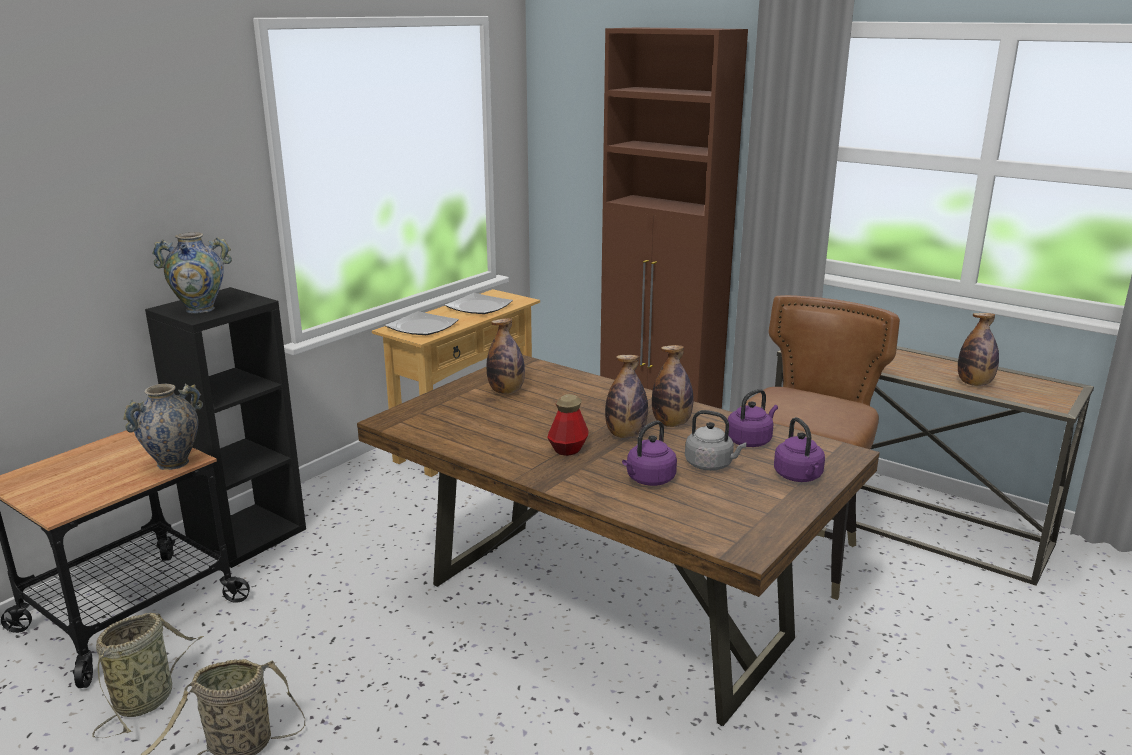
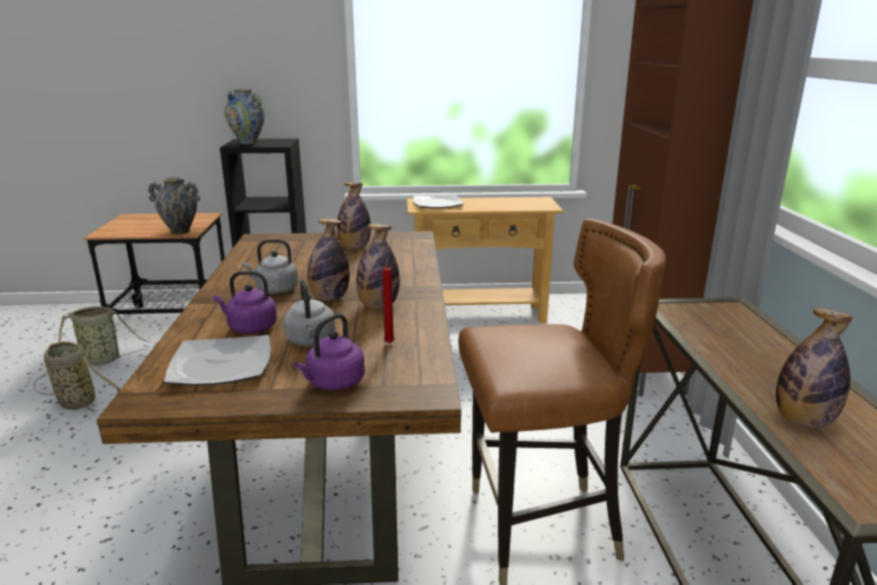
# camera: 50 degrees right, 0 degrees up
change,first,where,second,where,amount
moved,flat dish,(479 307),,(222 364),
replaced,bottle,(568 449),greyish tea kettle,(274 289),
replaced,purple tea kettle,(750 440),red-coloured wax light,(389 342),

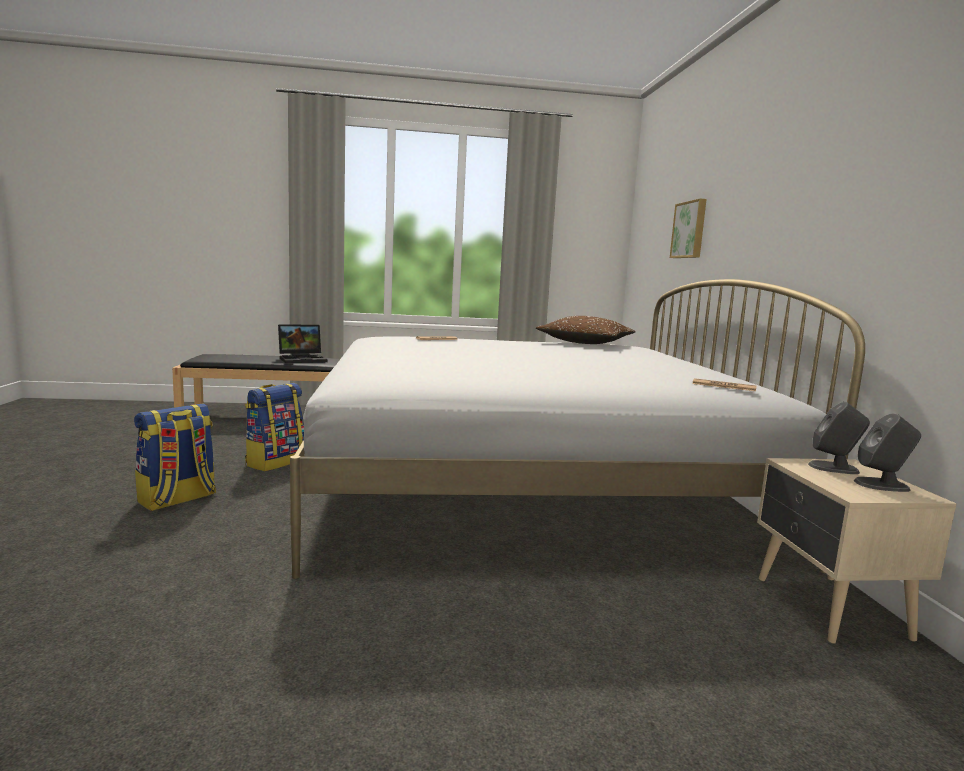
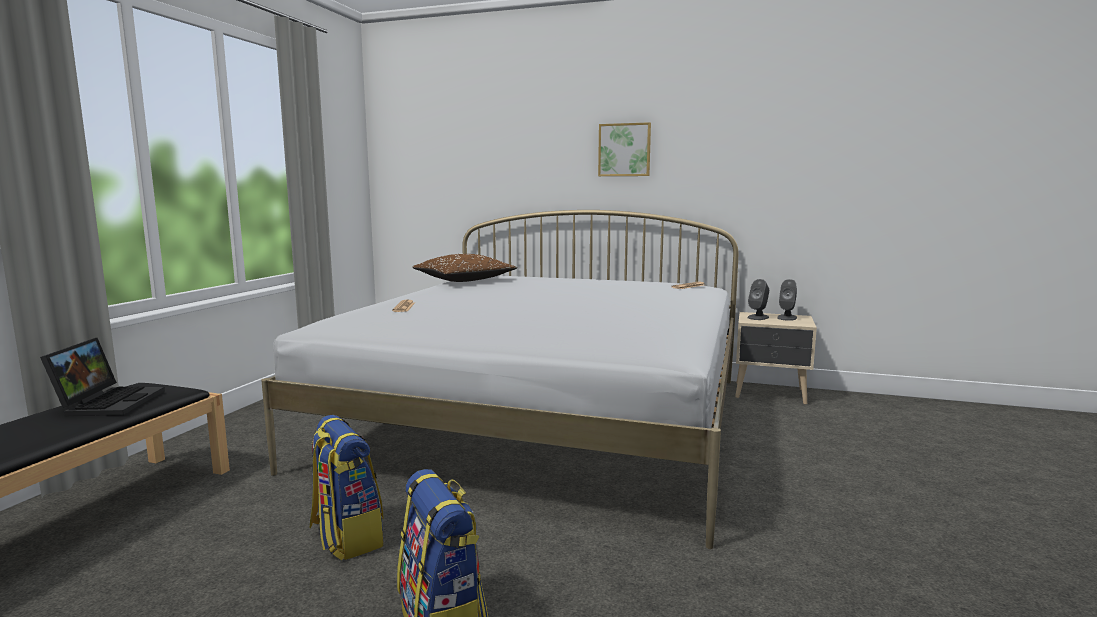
# camera: 65 degrees left, 0 degrees up
change,first,where,second,where,amount
moved,wall picture,(690 230),,(624 150),

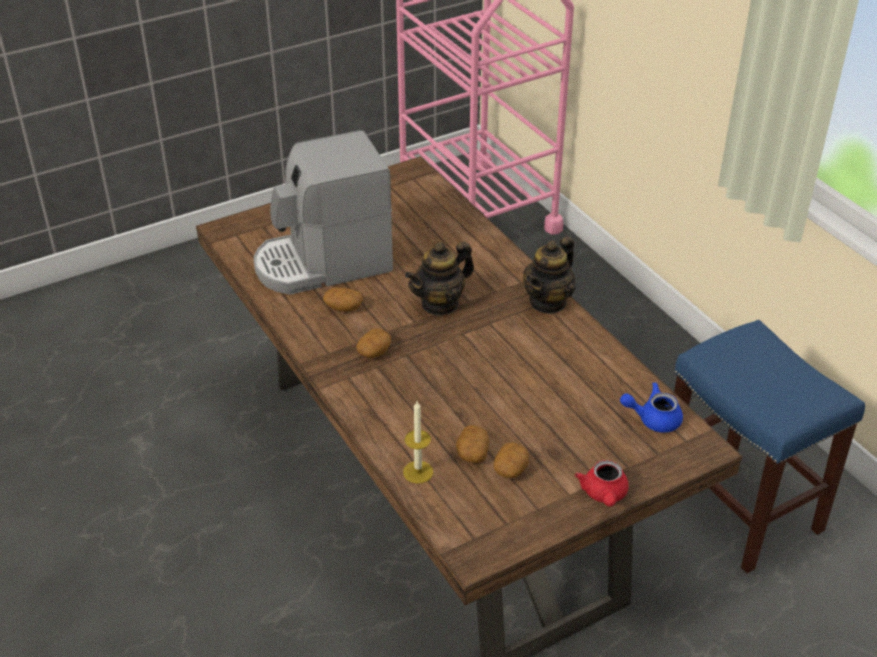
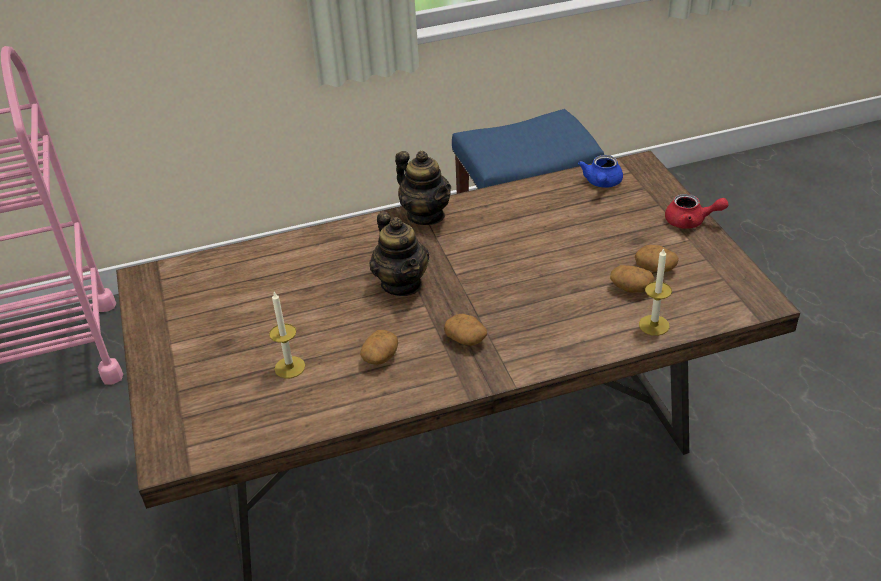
# camera: 75 degrees left, 0 degrees up
change,first,where,second,where,amount
replaced,coffee maker,(323 264),wax light,(290 367),

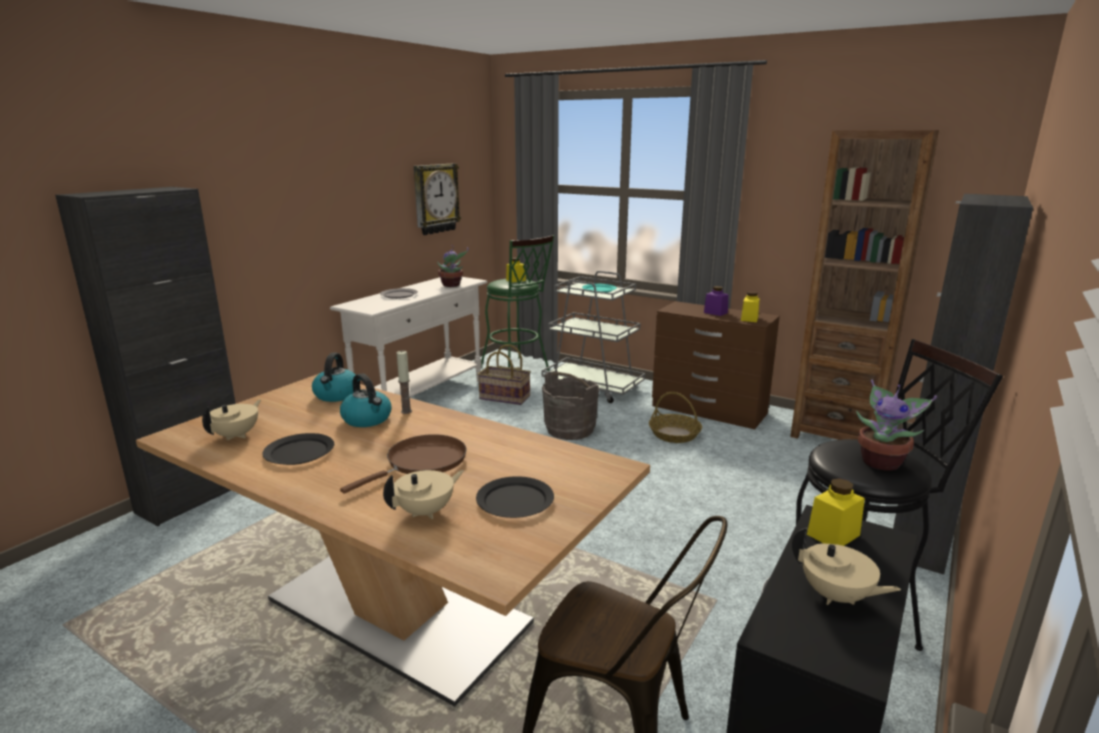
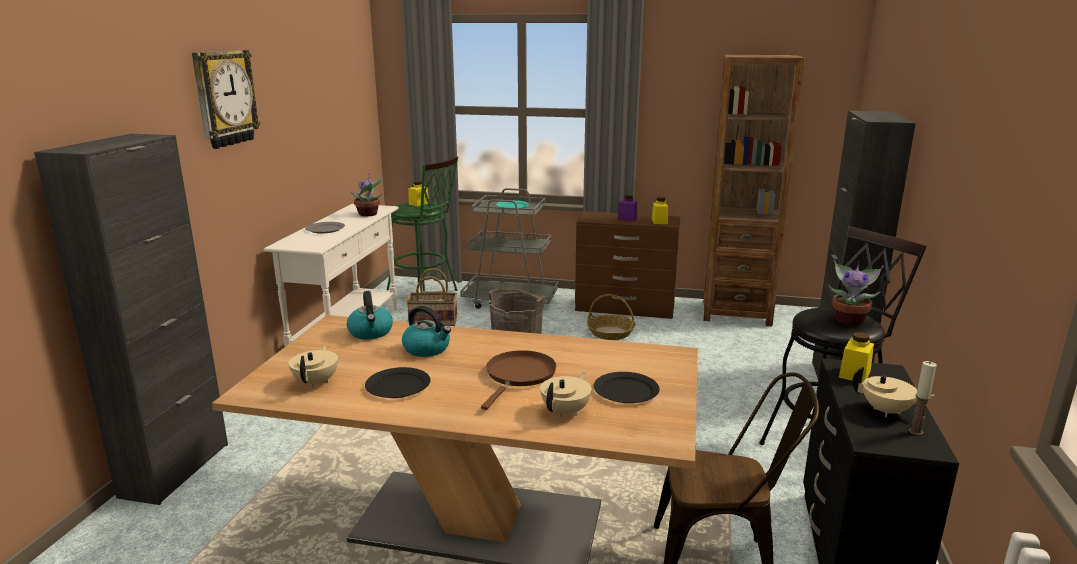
# camera: 20 degrees left, 0 degrees up
change,first,where,second,where,amount
moved,clock on the wall,(435 198),,(224 98),
moved,wax light,(406 411),,(915 431),

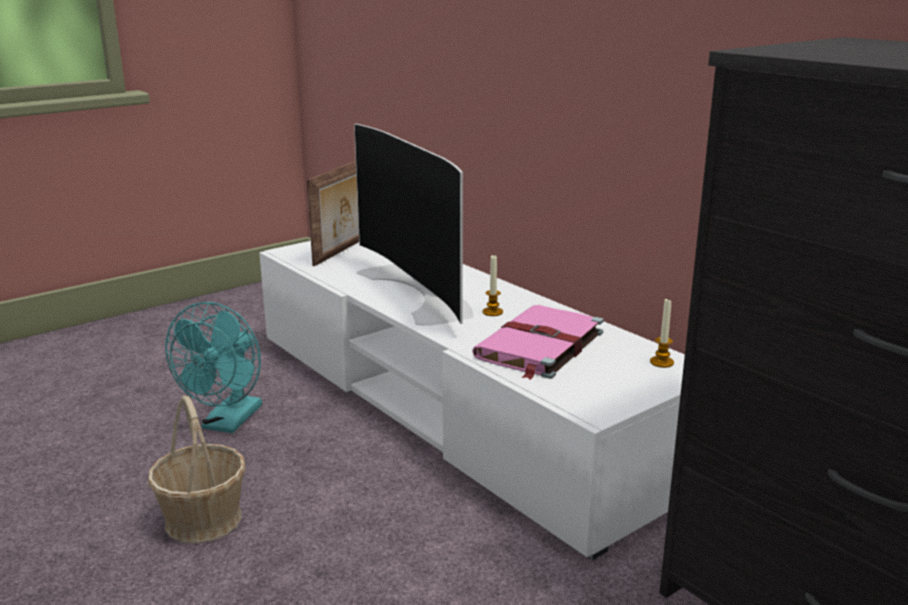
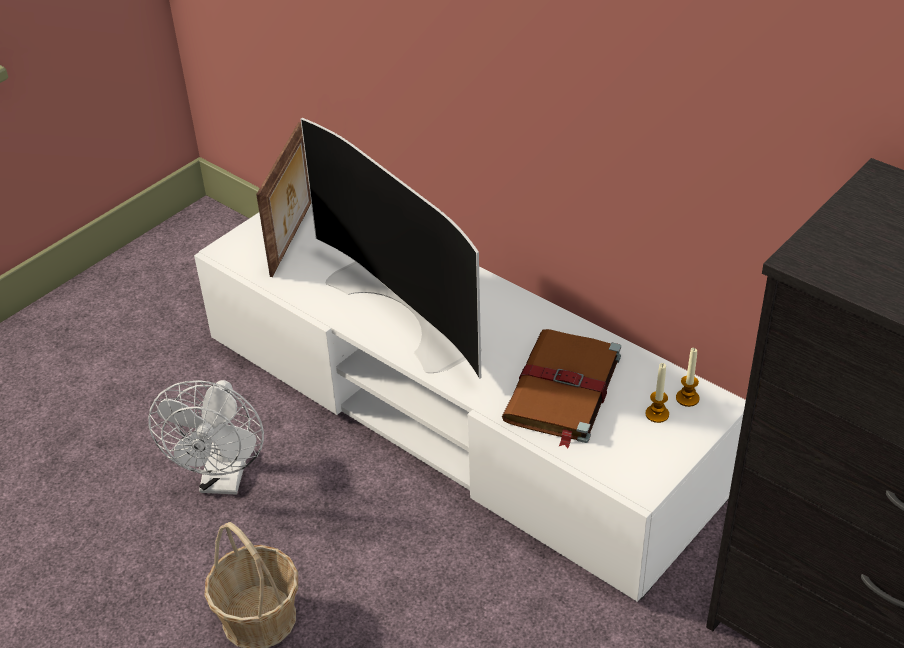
# camera: 10 degrees left, 20 degrees up
change,first,where,second,where,amount
recoloured,turquoise electric fan,(228 423),white electric fan,(224 479),
recoloured,pink volume,(539 346),brown volume,(562 390),
moved,wax light,(492 312),,(657 414),

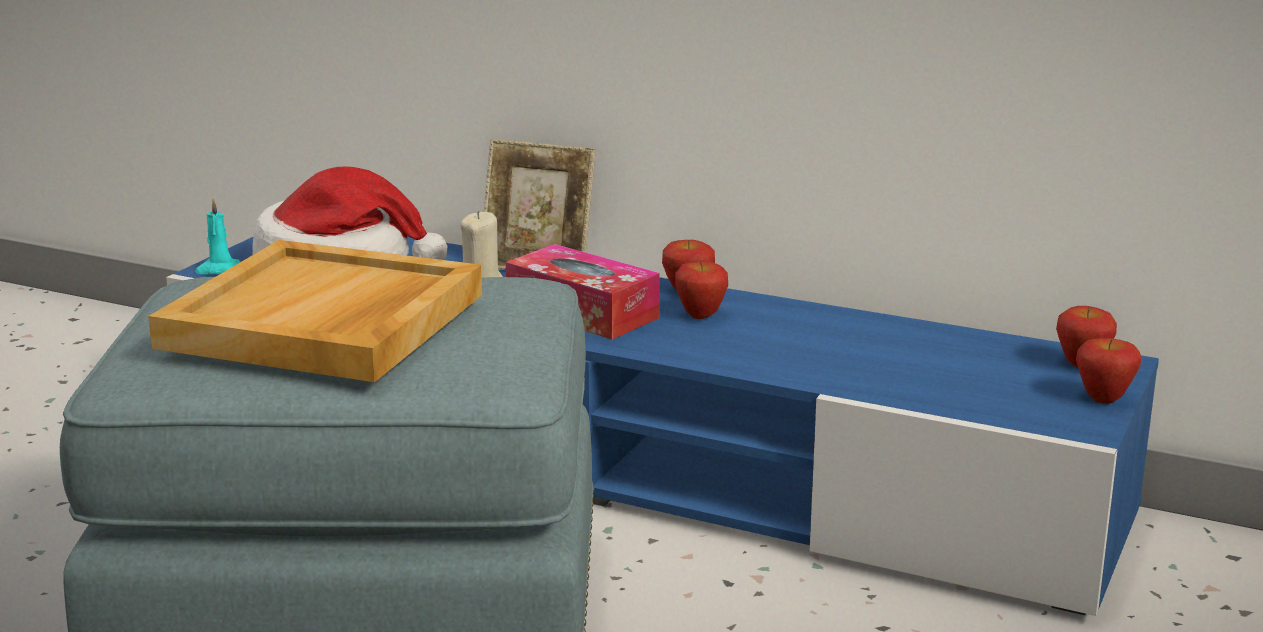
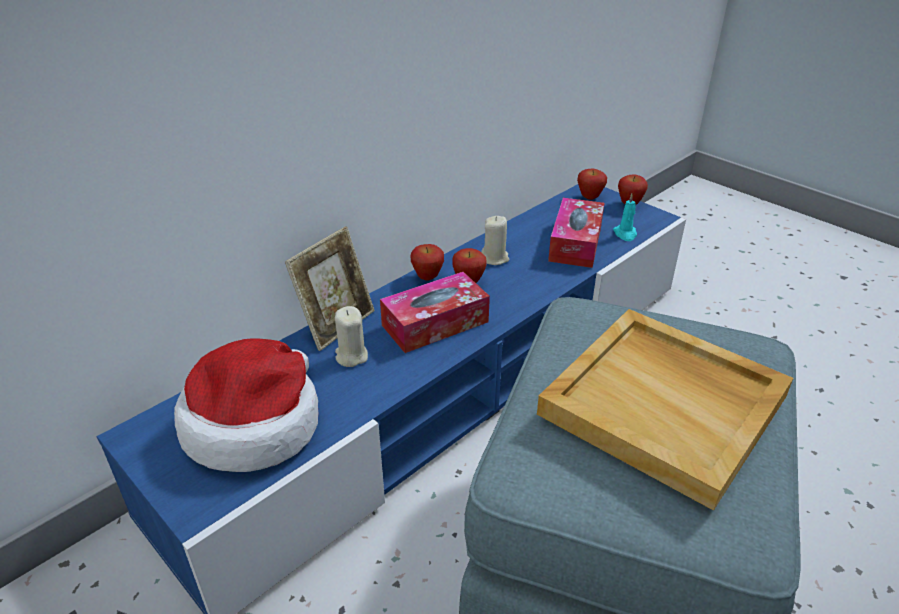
# camera: 70 degrees left, 15 degrees up
change,first,where,second,where,amount
added,,,beige wax light,(494 258),
added,,,box of tissues,(575 243),
moved,turquoise wax light,(218 269),,(625 234),

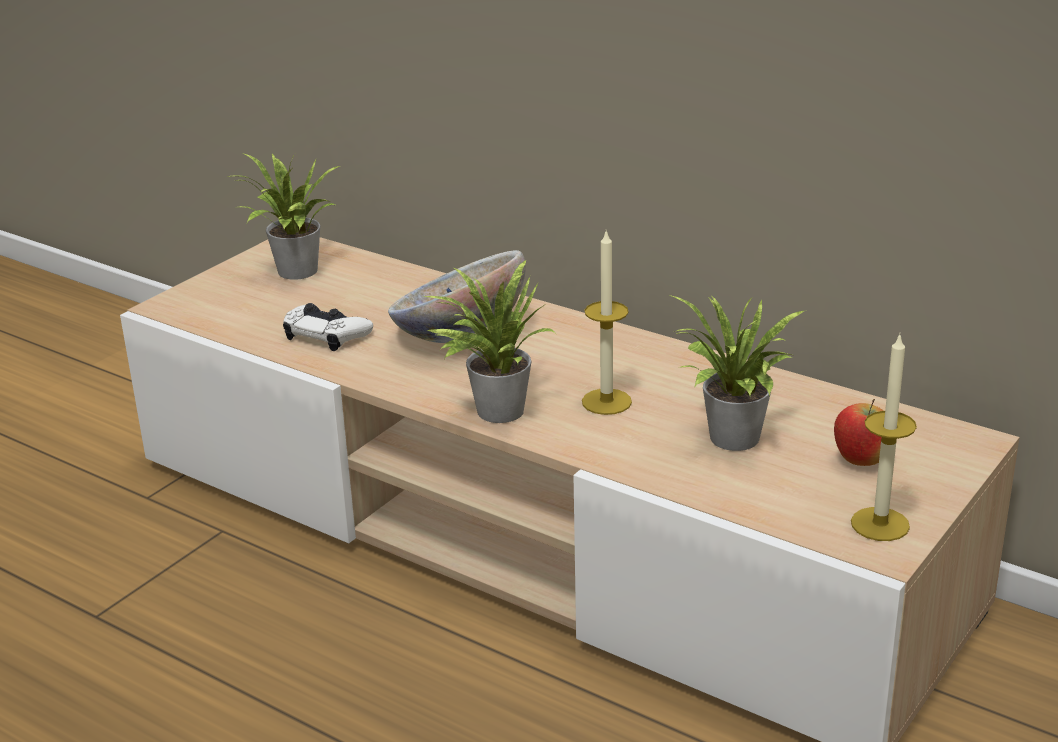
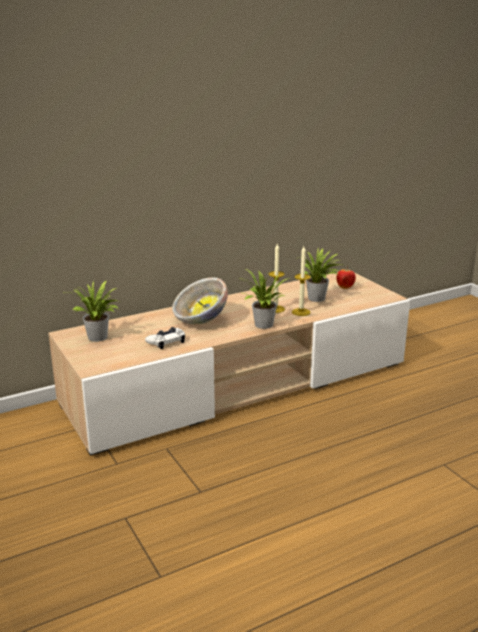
# camera: 65 degrees left, 5 degrees down
change,first,where,second,where,amount
moved,wax light,(880 524),,(301 312),

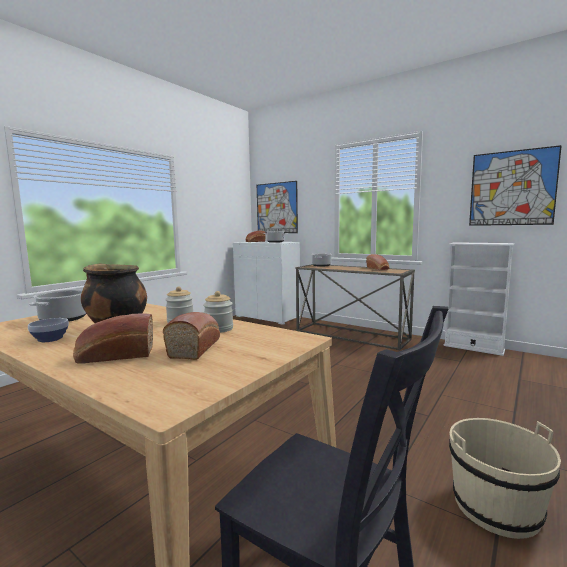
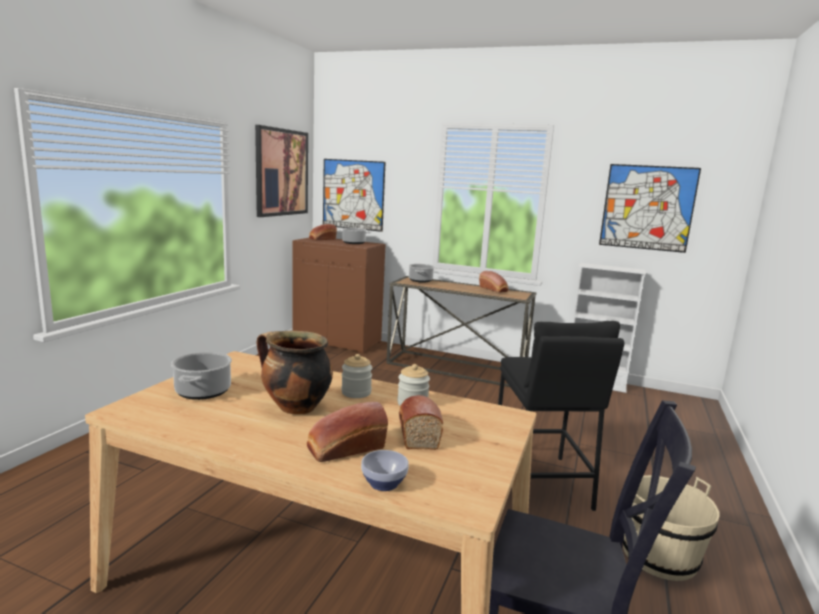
# camera: 15 degrees left, 5 degrees up
change,first,where,second,where,amount
added,,,wall picture,(282 172),
recoloured,white storage cabinet,(268 317),brown storage cabinet,(338 341),
moved,bowl,(49 339),,(382 483),
added,,,black-coloured sitting stool,(540 482),

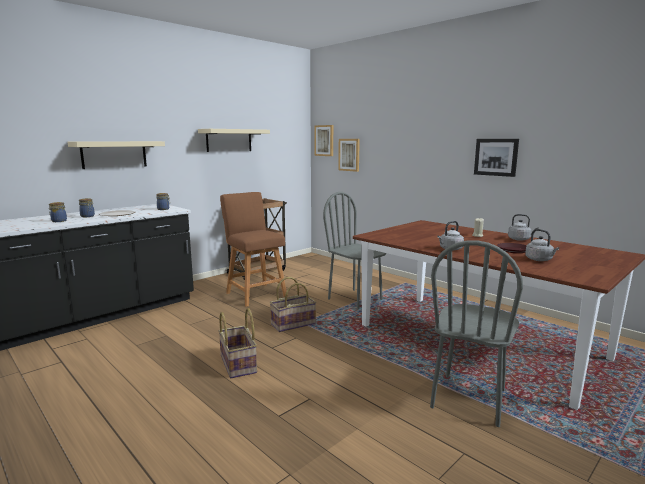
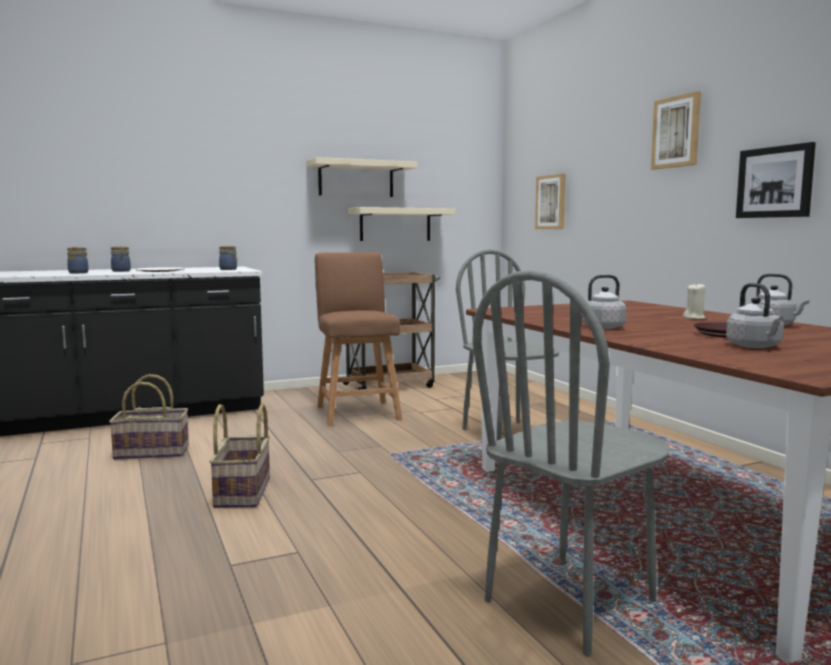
# camera: 20 degrees right, 5 degrees down
change,first,where,second,where,amount
moved,basket,(293 324),,(152 452),
moved,beige shelf,(114 154),,(395 224),
moved,wall picture,(324 140),,(676 132),

